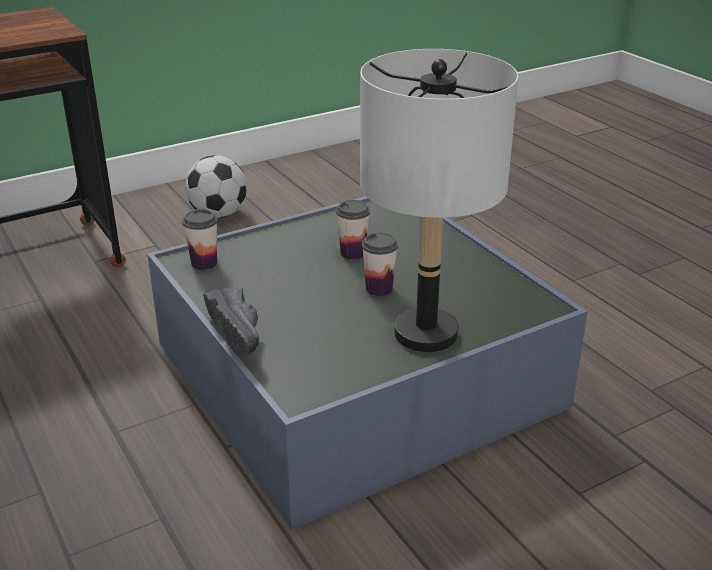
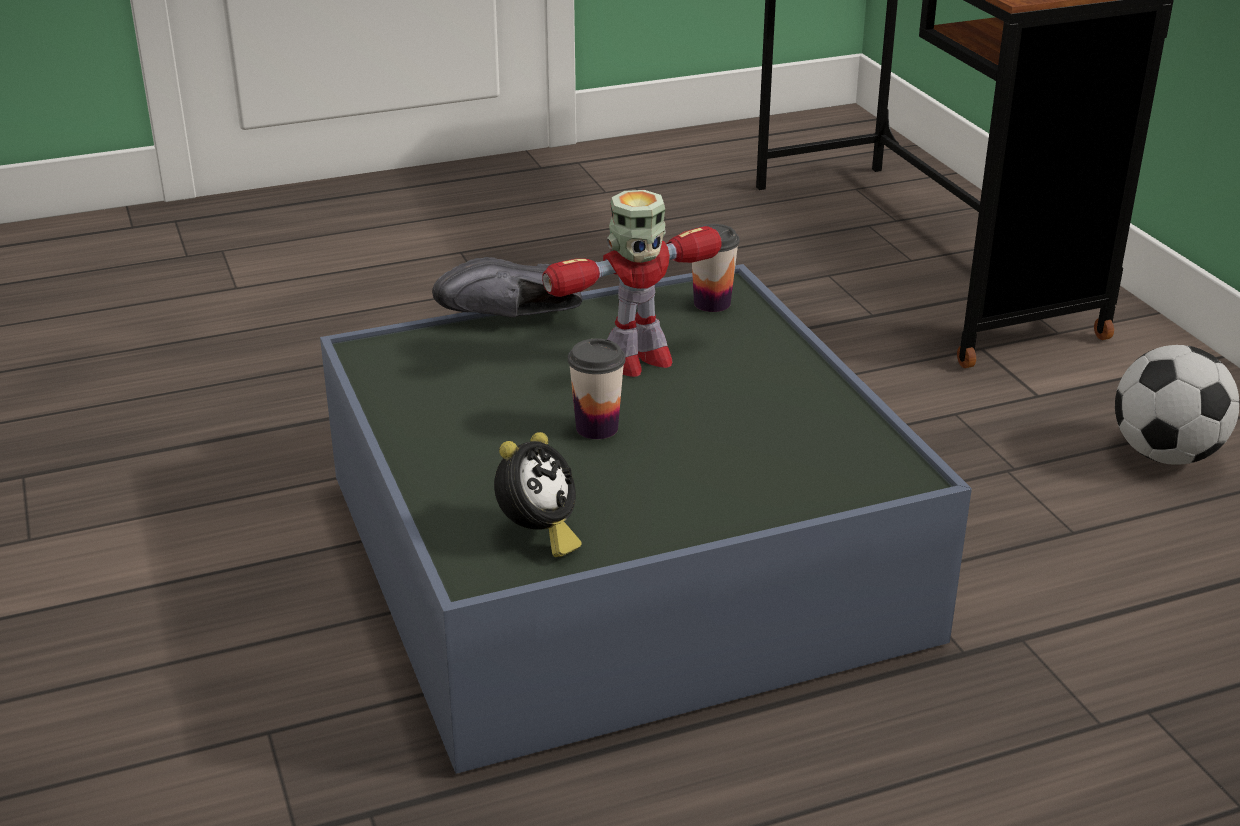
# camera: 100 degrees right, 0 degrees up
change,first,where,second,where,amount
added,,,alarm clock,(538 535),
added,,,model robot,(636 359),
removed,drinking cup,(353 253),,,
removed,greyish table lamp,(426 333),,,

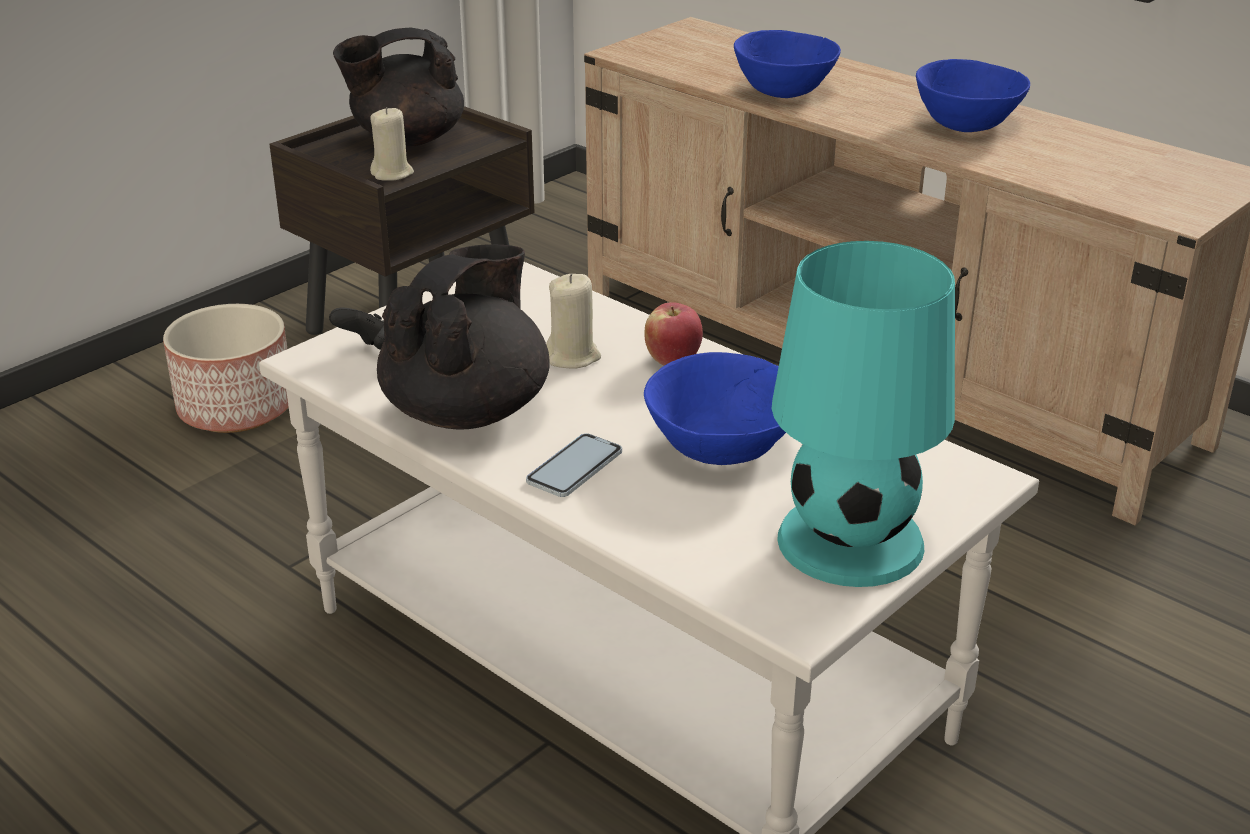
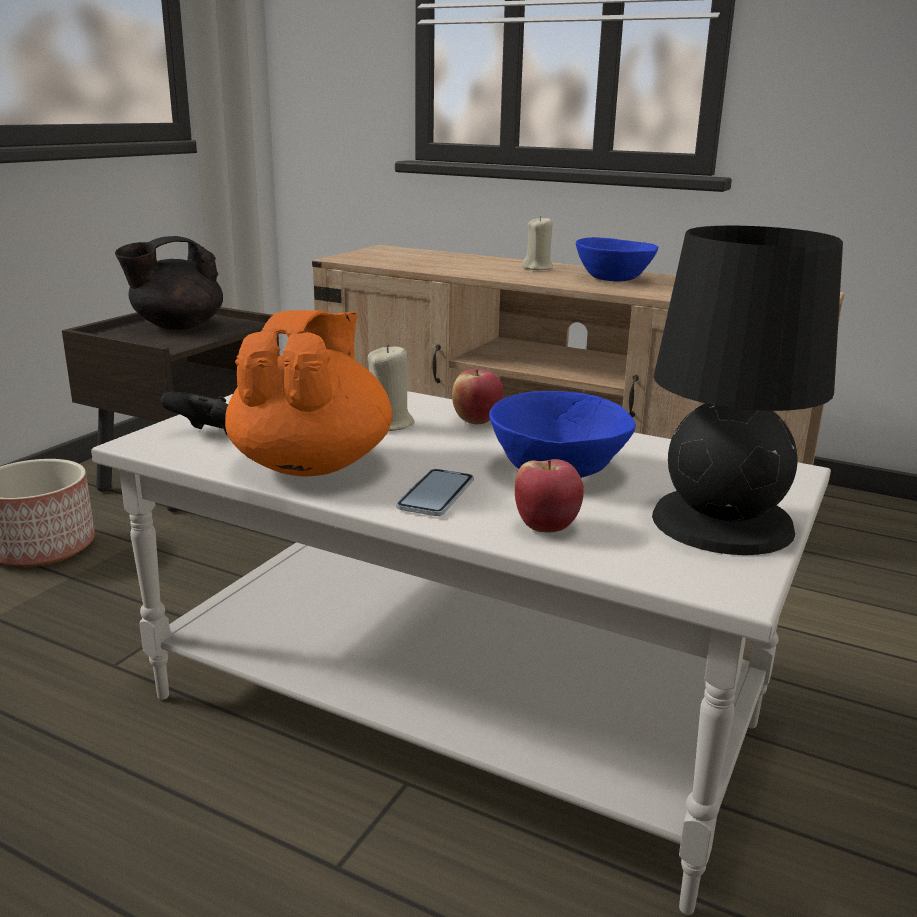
# camera: 15 degrees left, 10 degrees down
change,first,where,second,where,amount
recoloured,black-coloured teapot,(468 410),orange teapot,(313 464),
added,,,whole apple,(546 527),
moved,beige wax light,(392 173),,(538 268),
recoloured,turquoise table lamp,(848 541),black-coloured table lamp,(720 522),
removed,bluish bowl,(784 91),,,

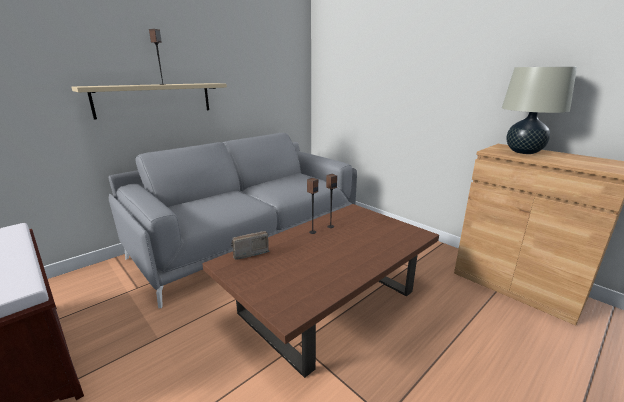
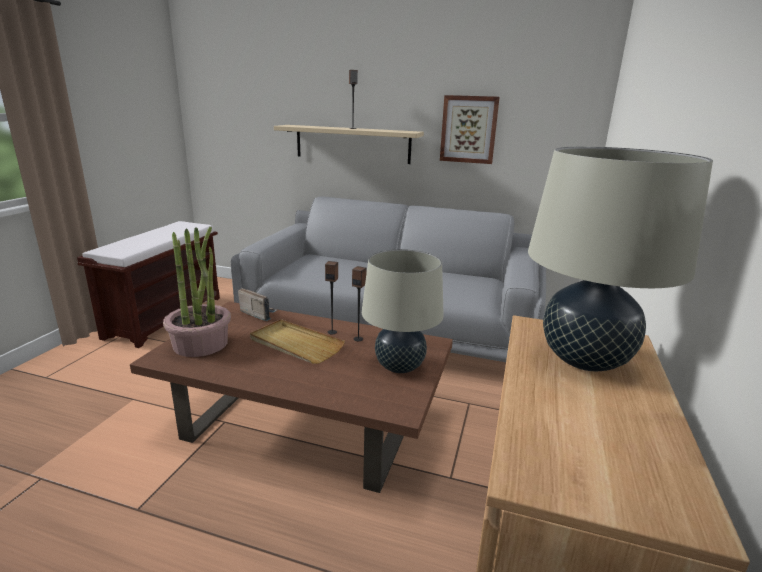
# camera: 60 degrees right, 0 degrees up
change,first,where,second,where,amount
added,,,plant in a pot,(201 343),
added,,,beige tray,(295 344),
added,,,beige table lamp,(399 366),
added,,,wall picture,(468 129),

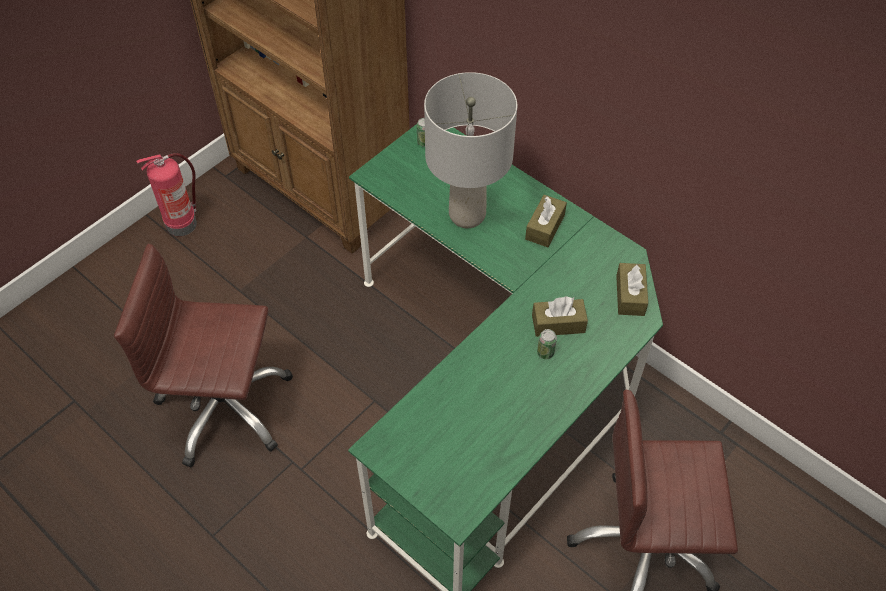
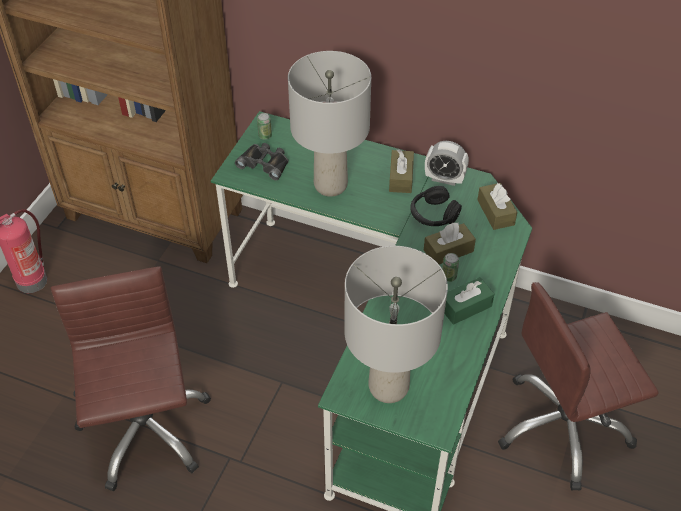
# camera: 20 degrees left, 5 degrees down
change,first,where,second,where,amount
turned,brown computer chair,(225 407),,(145 430),90 degrees clockwise
added,,,black-coloured binoculars,(264 163),
added,,,greyish table lamp,(389 387),
added,,,black-coloured headphones,(433 214),
added,,,alarm clock,(444 179),
added,,,green-coloured box of tissues,(465 307),

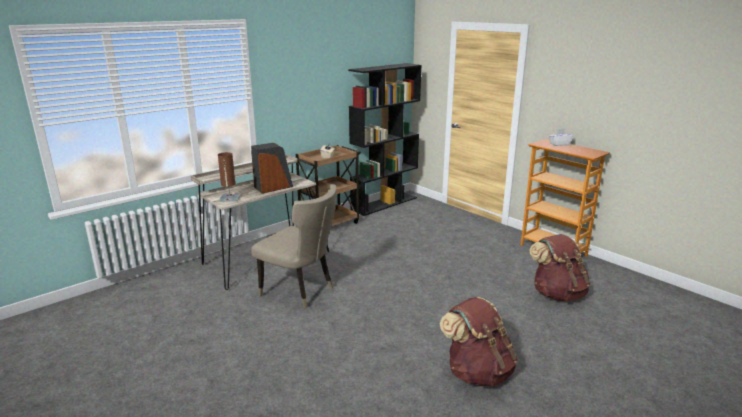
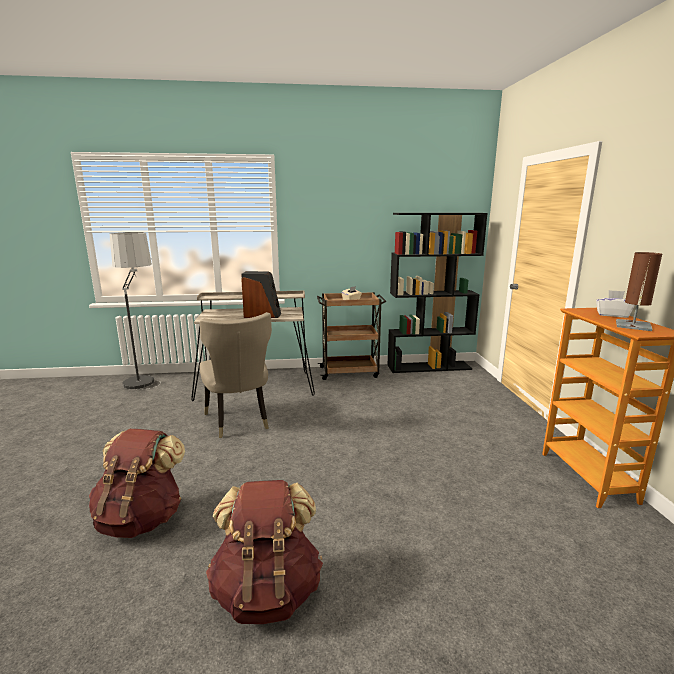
# camera: 35 degrees right, 5 degrees down
change,first,where,second,where,amount
moved,brown rucksack,(557 293),,(141 518),
added,,,standard lamp,(146 392),
moved,brown table lamp,(229 198),,(633 325),

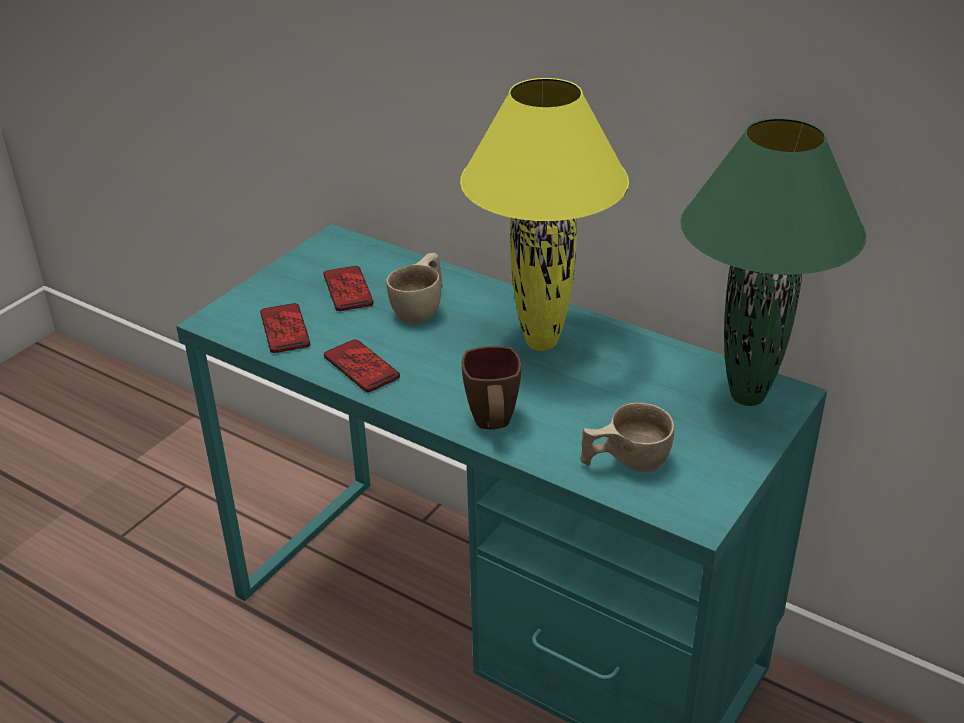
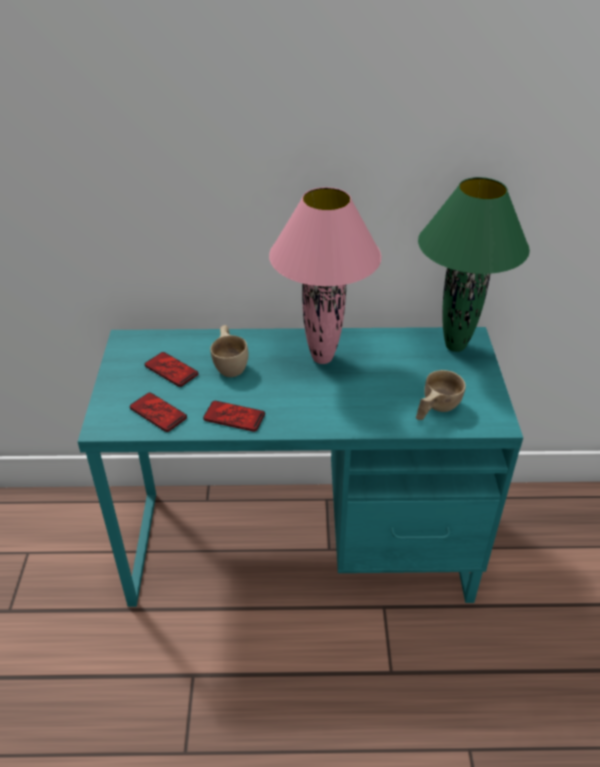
# camera: 35 degrees left, 5 degrees up
change,first,where,second,where,amount
recoloured,yellowish table lamp,(543 343),pink table lamp,(323 358),
removed,brown mug,(493 426),,,

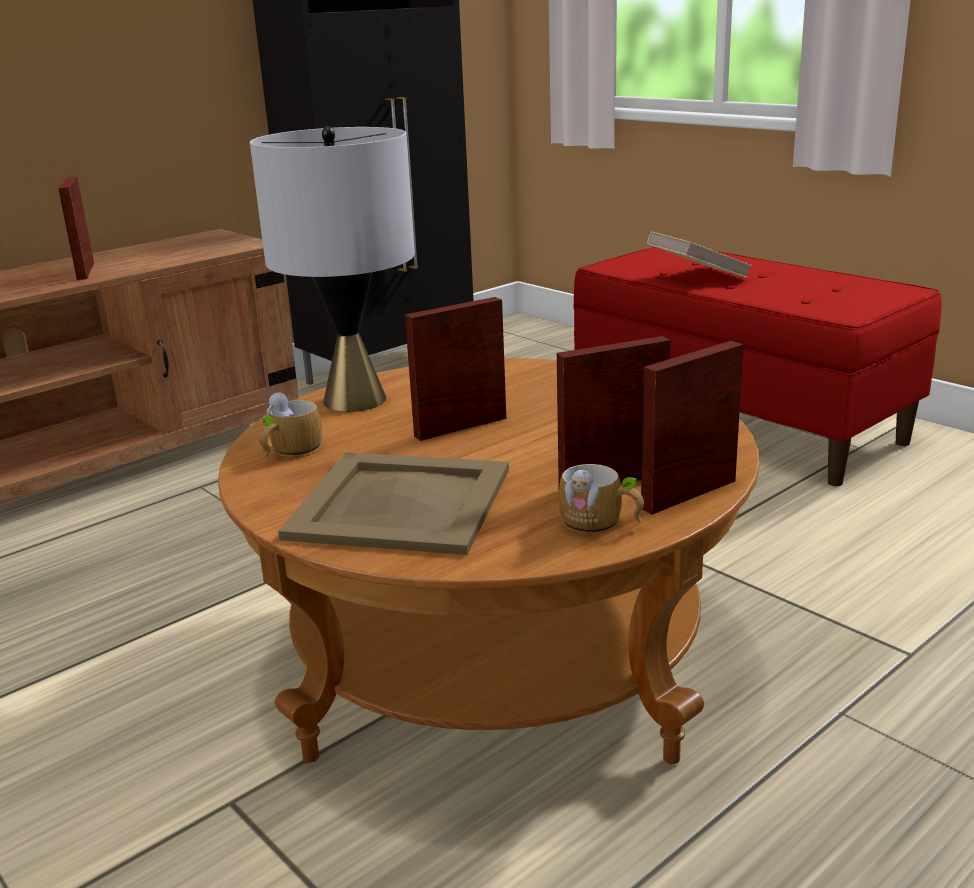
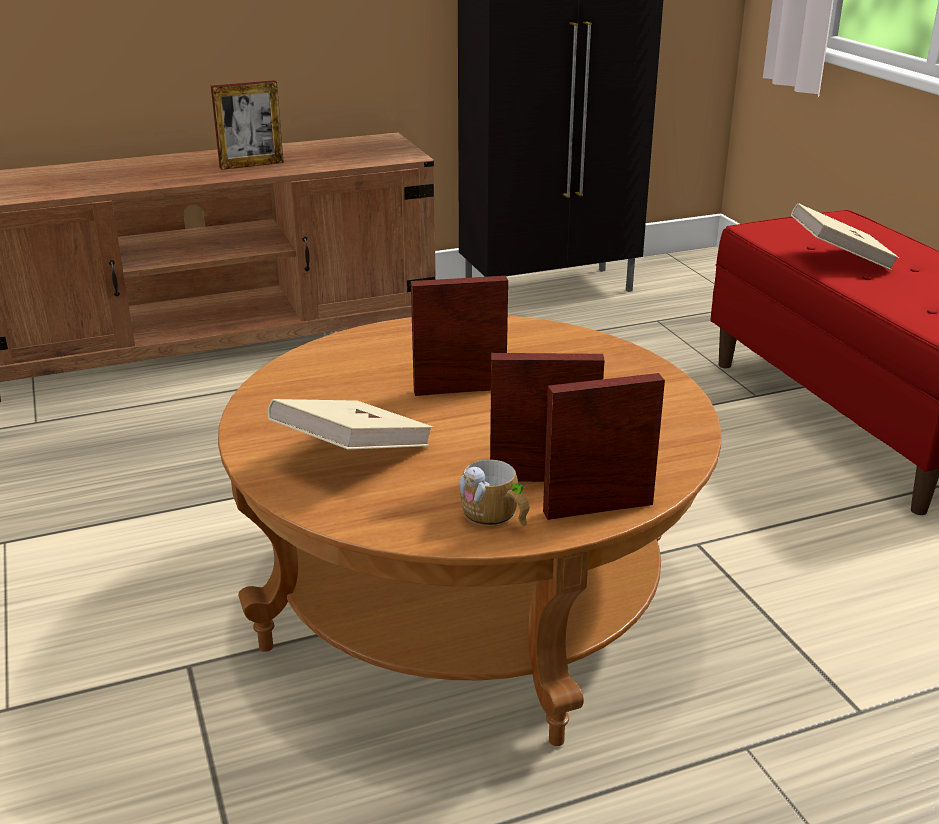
# camera: 20 degrees right, 5 degrees up
change,first,where,second,where,amount
turned,picture frame,(85 271),,(251 165),120 degrees counterclockwise
replaced,beige tray,(403 502),beige volume,(353 454),
removed,greyish table lamp,(355 400),,,
removed,mug,(289 451),,,

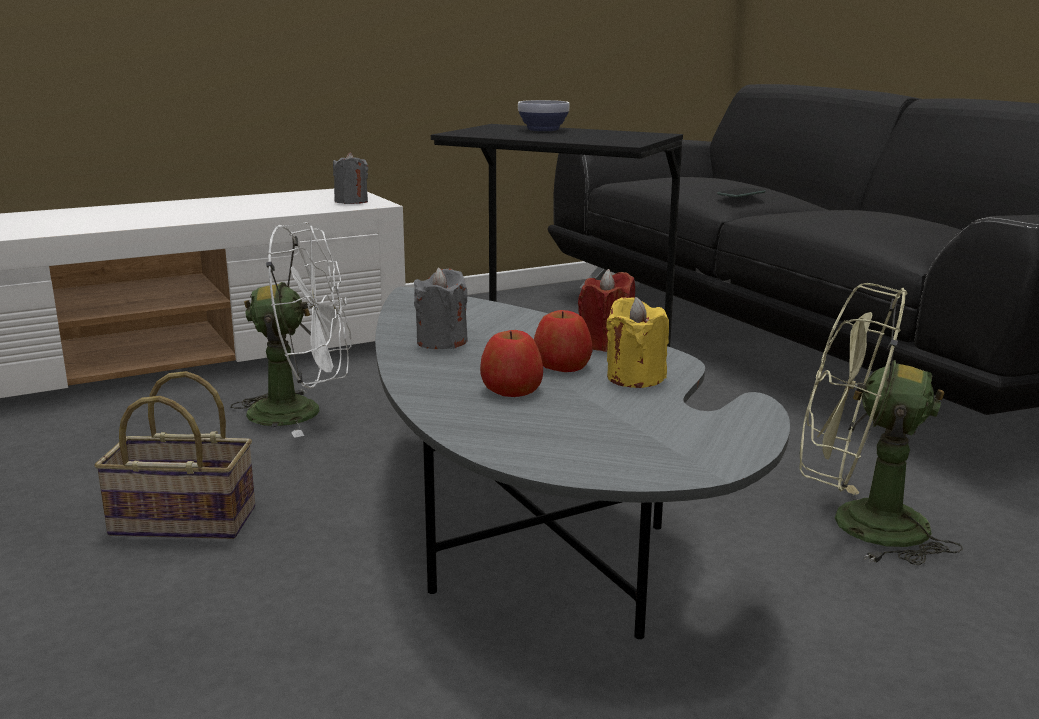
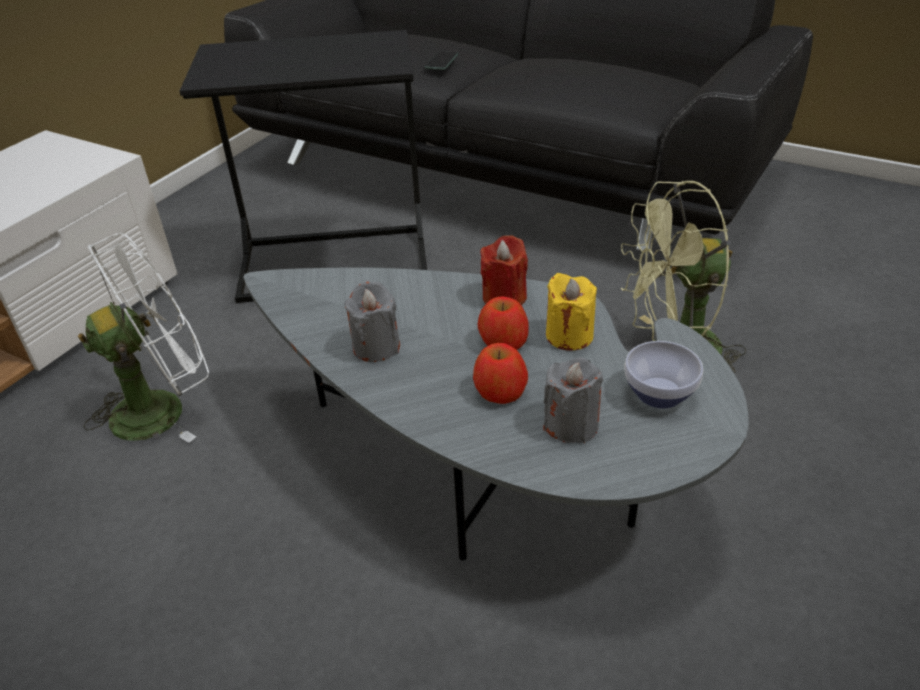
# camera: 30 degrees left, 20 degrees up
change,first,where,second,where,amount
moved,greyish wax light,(351 202),,(571 424),
moved,bowl,(543 129),,(658 392),
removed,basket,(179 522),,,

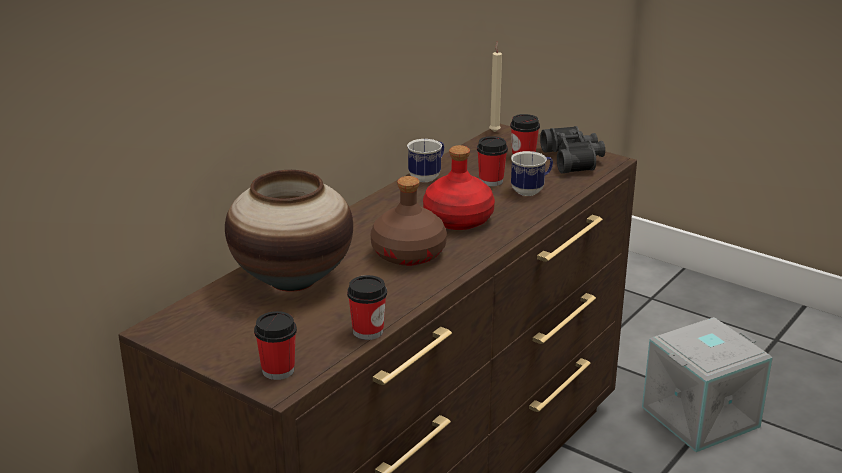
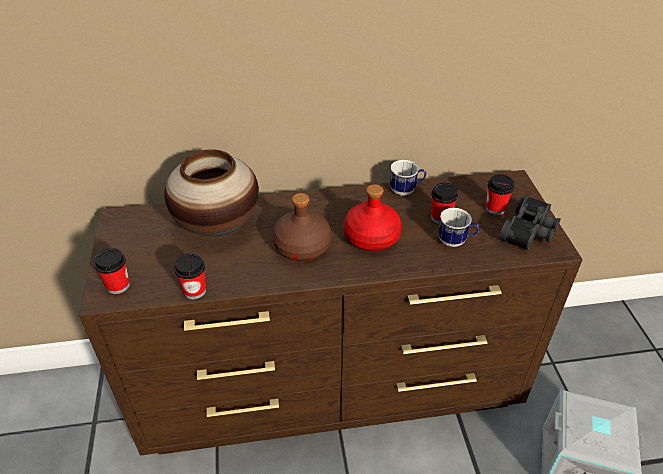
# camera: 45 degrees right, 15 degrees up
change,first,where,second,where,amount
removed,beige wax light,(494 131),,,

